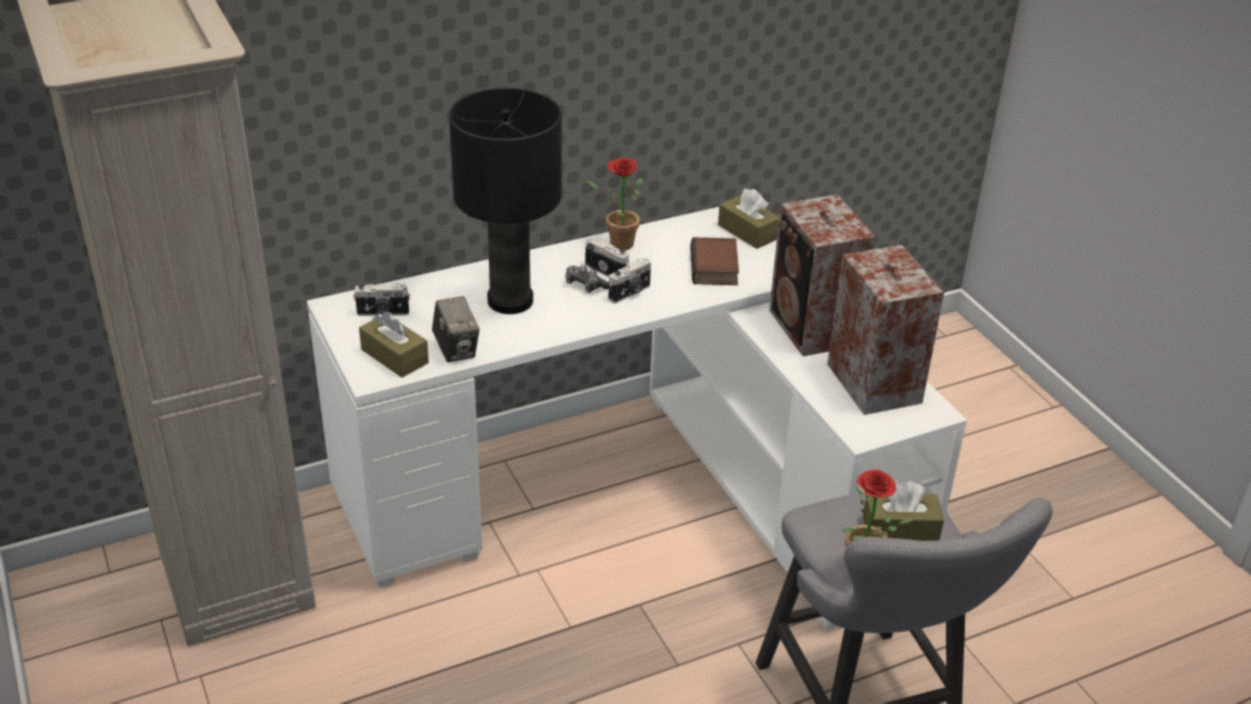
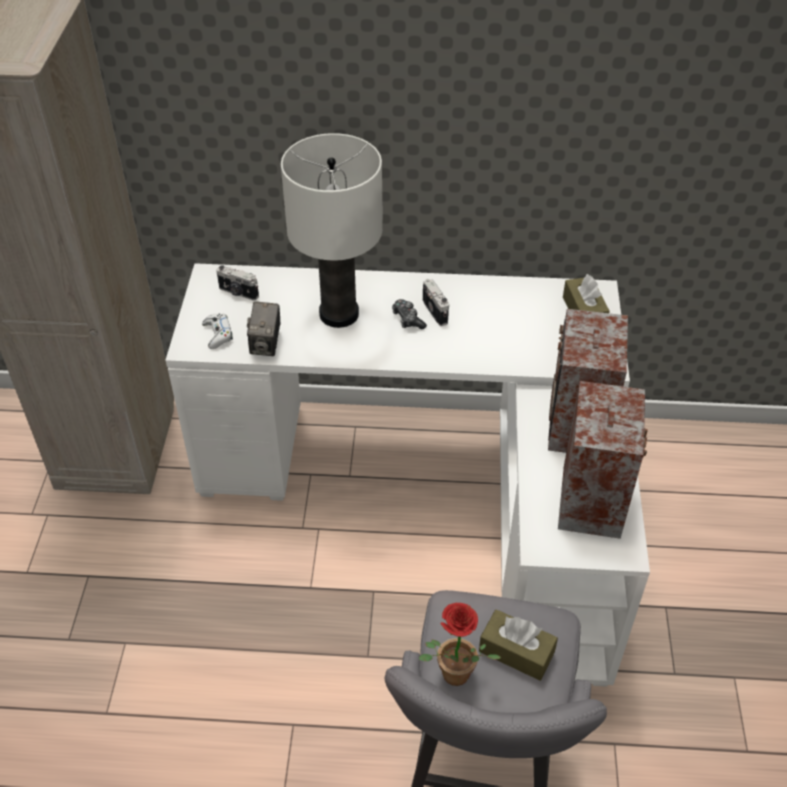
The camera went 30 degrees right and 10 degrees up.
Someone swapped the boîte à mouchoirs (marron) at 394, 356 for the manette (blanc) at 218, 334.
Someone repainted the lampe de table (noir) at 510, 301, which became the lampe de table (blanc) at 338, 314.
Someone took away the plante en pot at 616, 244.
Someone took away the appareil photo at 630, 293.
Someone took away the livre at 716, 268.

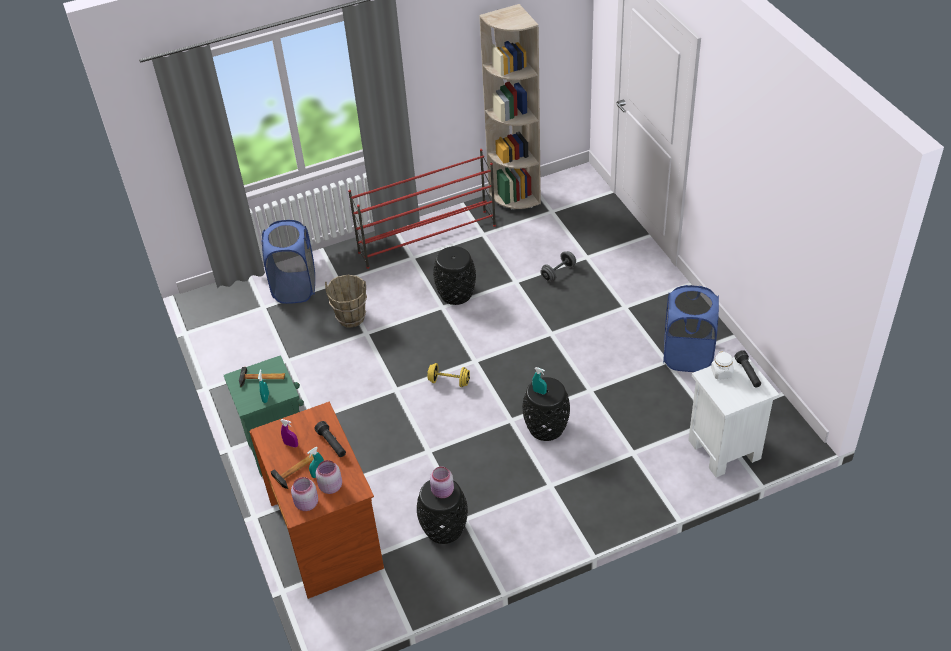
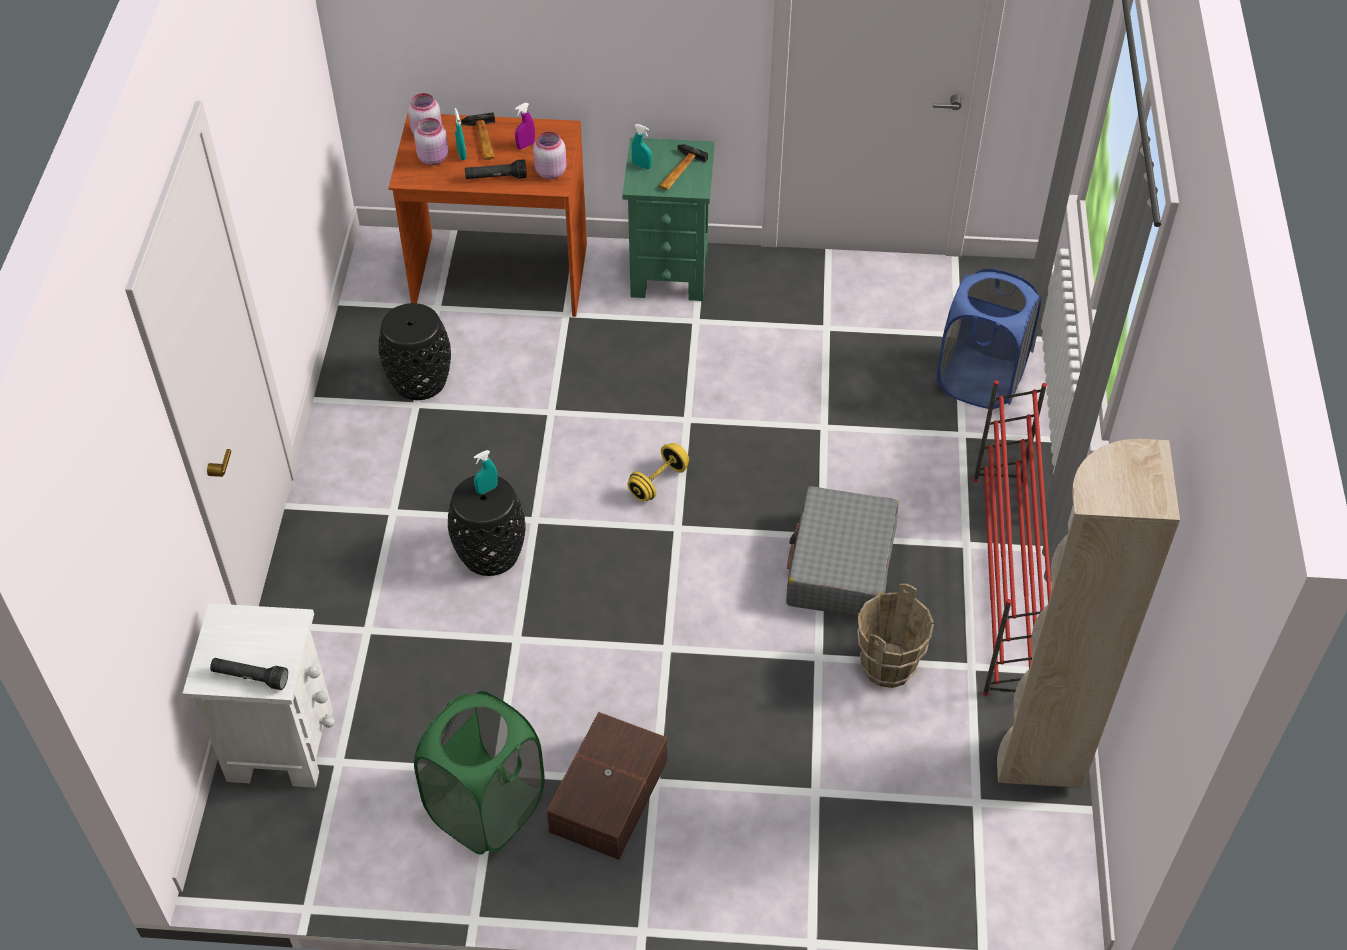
The camera went 115 degrees right and 5 degrees up.
Someone repainted the panier à linge (bleu) at 687, 355, which became the panier à linge (vert) at 486, 809.
Someone carried the bocal (rose) from 443, 492 to 549, 172.
Someone put down the boîte de rangement (marron) at 606, 796.
Someone swapped the tabouret (noir) at 456, 294 for the valise (gris) at 840, 566.
Someone carried the seau (marron) from 351, 317 to 888, 666.
Someone took away the haltère (gris) at 558, 273.
Someone took away the bocal (blanc) at 722, 373.

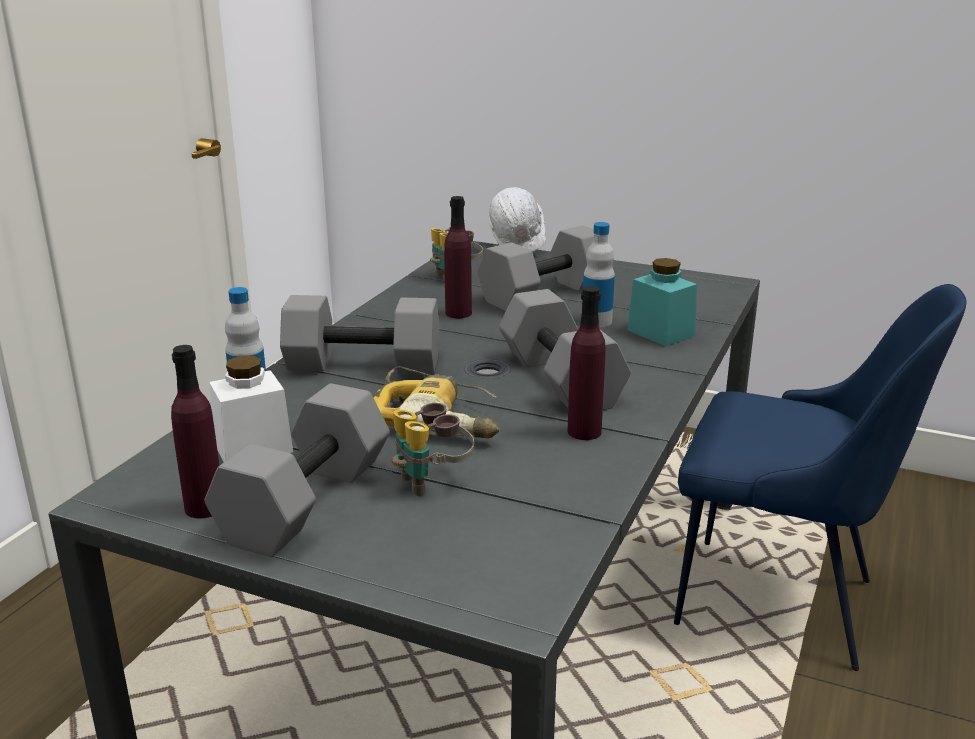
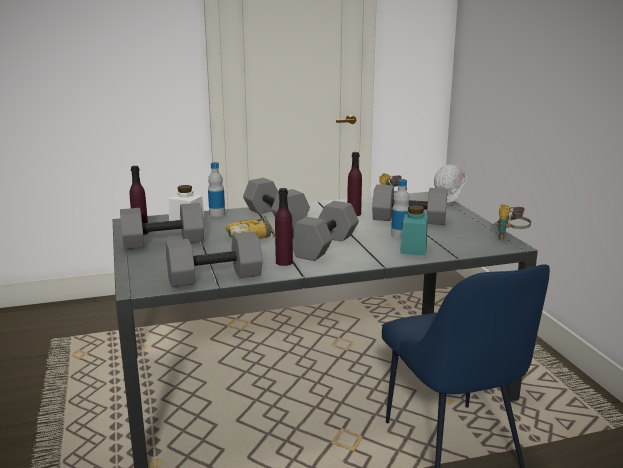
The camera went 50 degrees right and 5 degrees down.
Someone put down the haltère (gris) at 214, 277.
Someone carried the jumelles from 432, 481 to 510, 238.

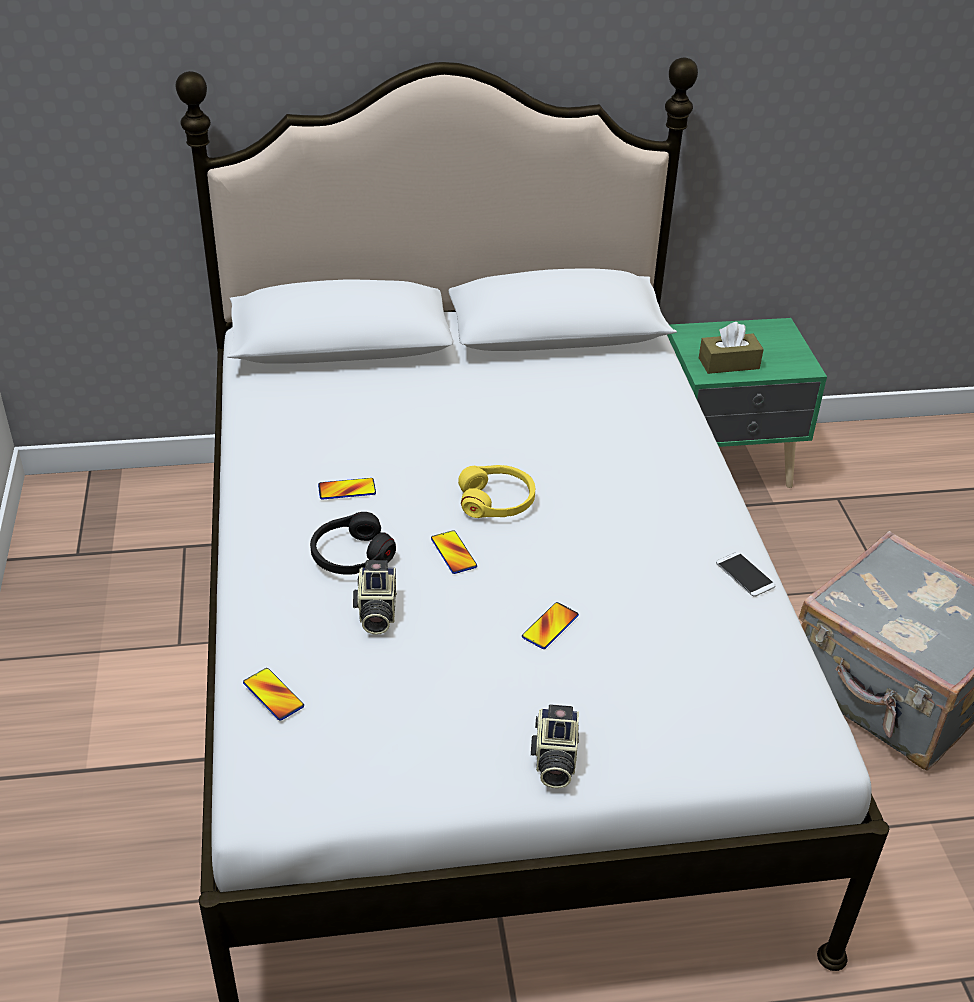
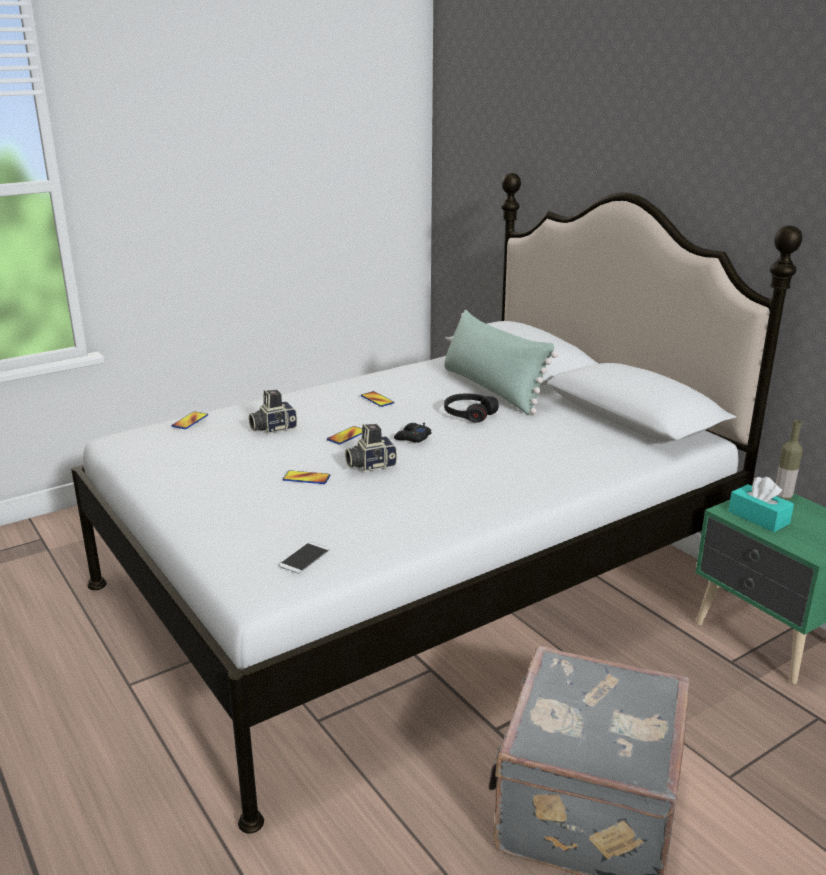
The camera went 65 degrees right and 15 degrees down.
Someone carried the téléphone from 745, 575 to 304, 558.
Someone carried the appareil photo from 553, 760 to 370, 464.
Someone swapped the casque audio (jaune) at 496, 501 for the manette (noir) at 412, 437.
Someone put down the coussin (vert) at 492, 389.
Someone carried the casque audio (noir) from 351, 555 to 469, 414.
Someone repainted the boîte à mouchoirs (marron) at 728, 363, which became the boîte à mouchoirs (turquoise) at 758, 517.
Someone put down the bouteille at 782, 497.

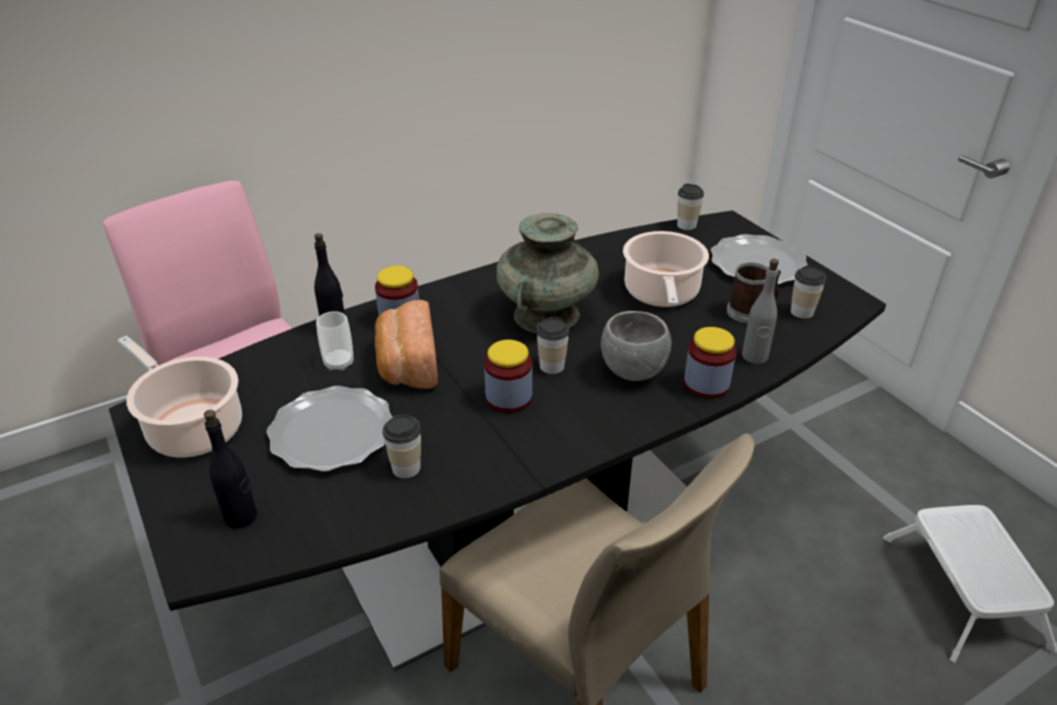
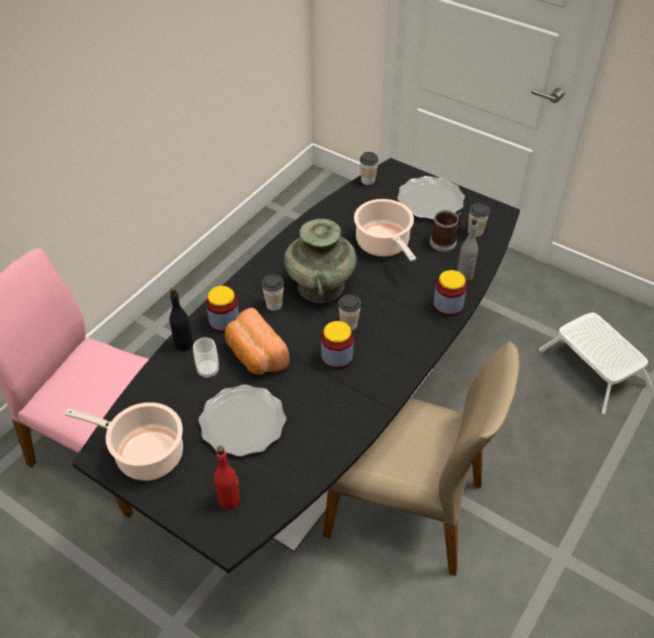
The camera went 25 degrees left and 10 degrees up.
Someone repainted the bouteille (noir) at 241, 516, which became the bouteille (rouge) at 229, 500.
Someone carried the tasse from 406, 468 to 274, 304.
Someone took away the bol (gris) at 632, 371.

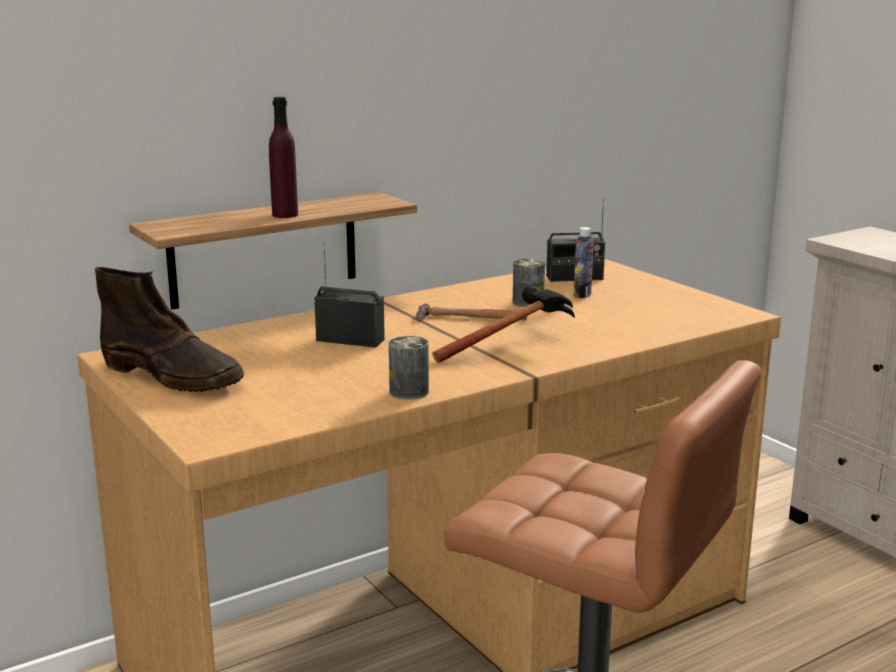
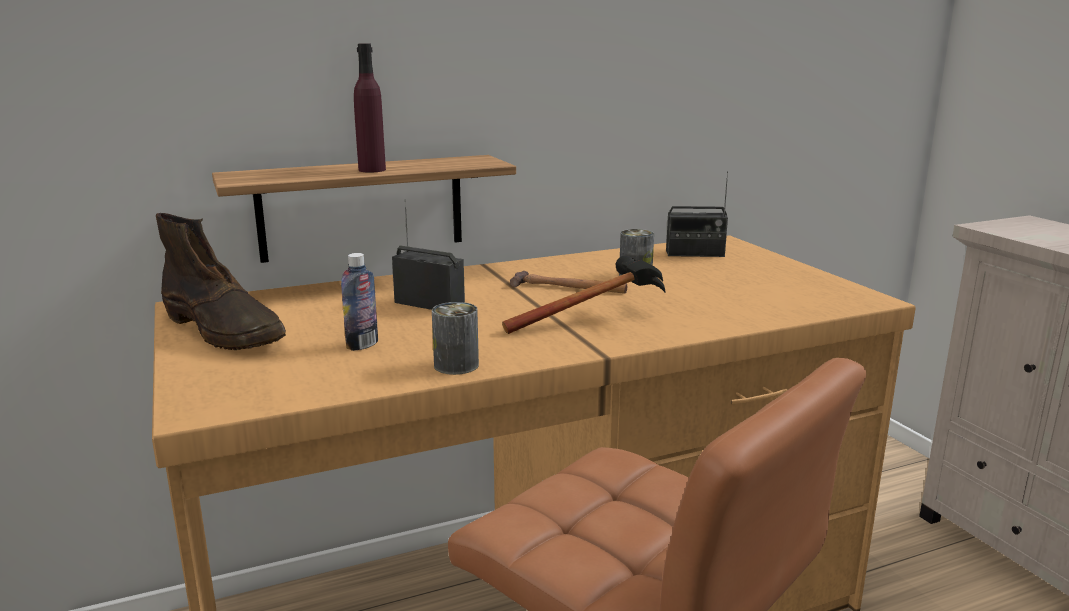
The camera went 10 degrees right and 0 degrees up.
Someone carried the bouteille from 582, 295 to 362, 345.

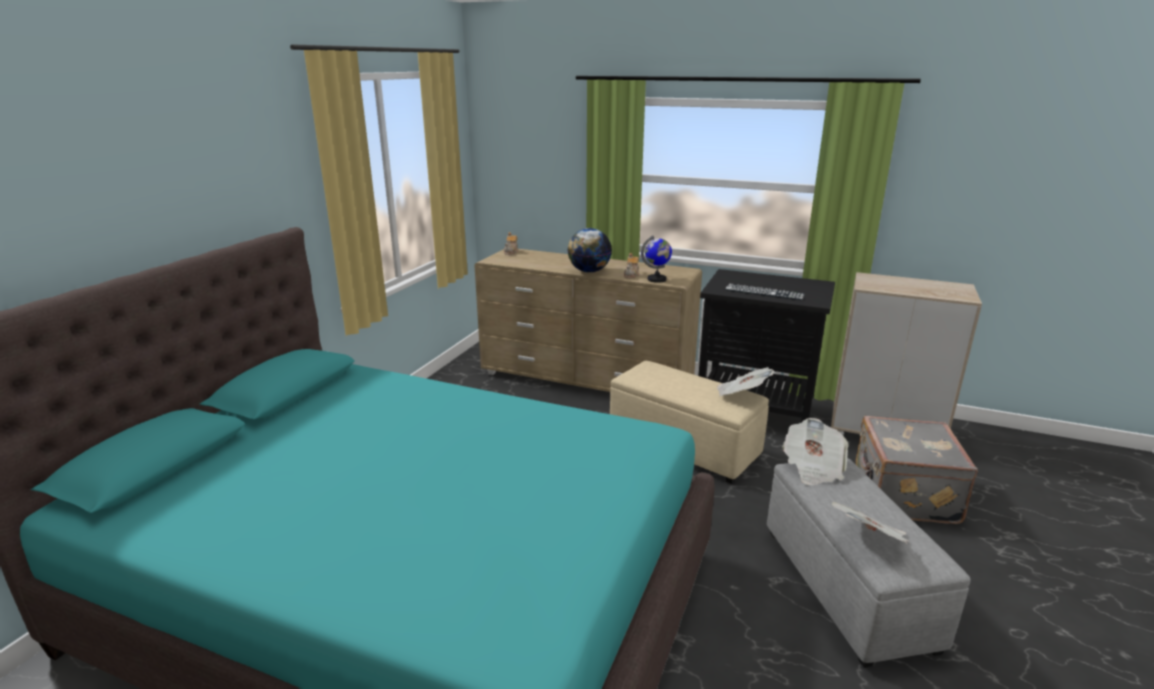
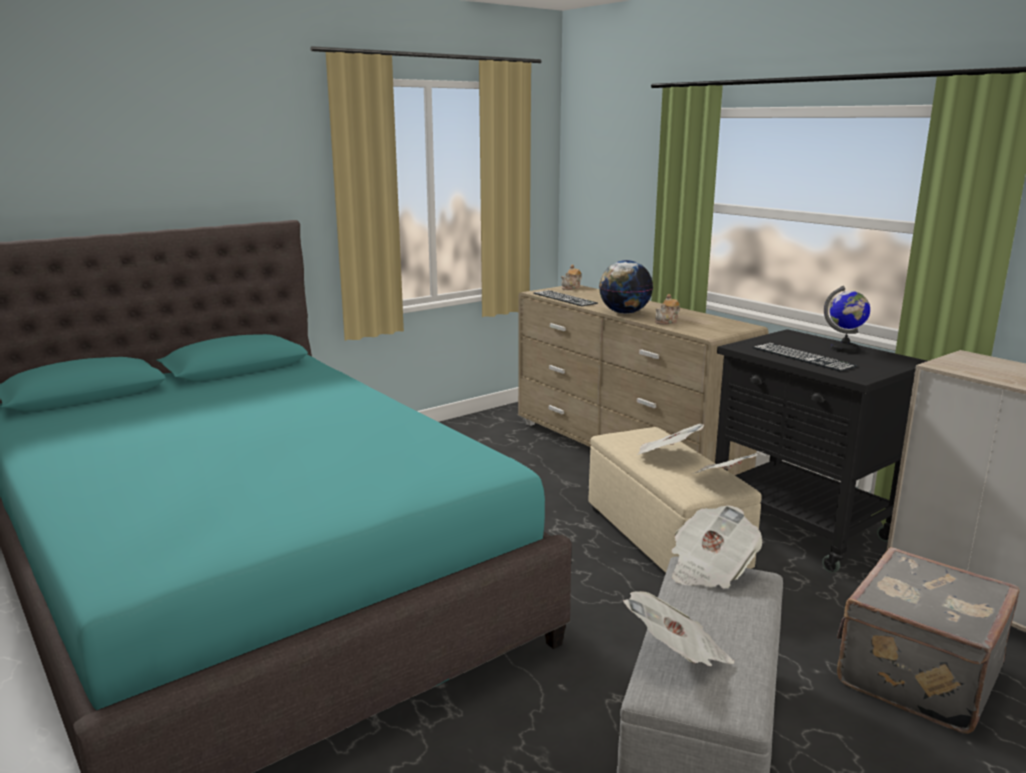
The camera went 30 degrees right and 5 degrees down.
Someone put down the clavier at 564, 298.
Someone put down the journal at 667, 456.
Someone carried the globe from 657, 279 to 844, 349.

